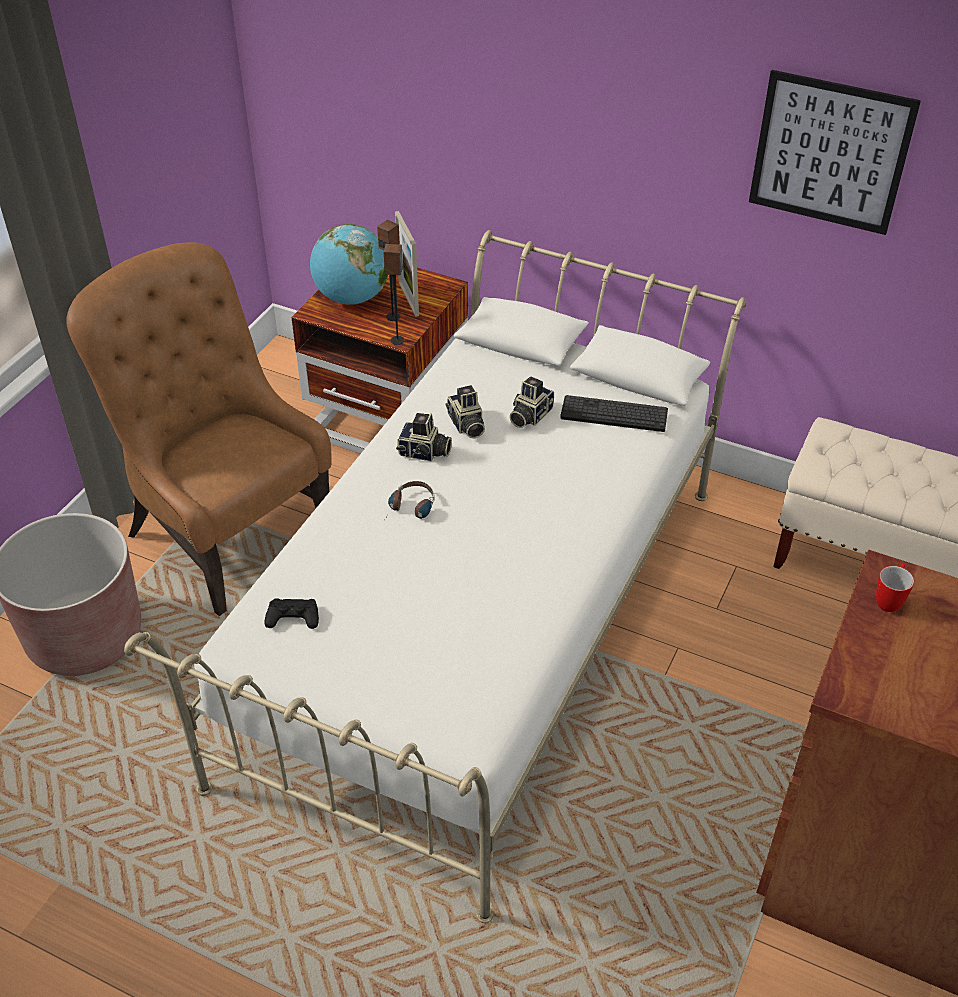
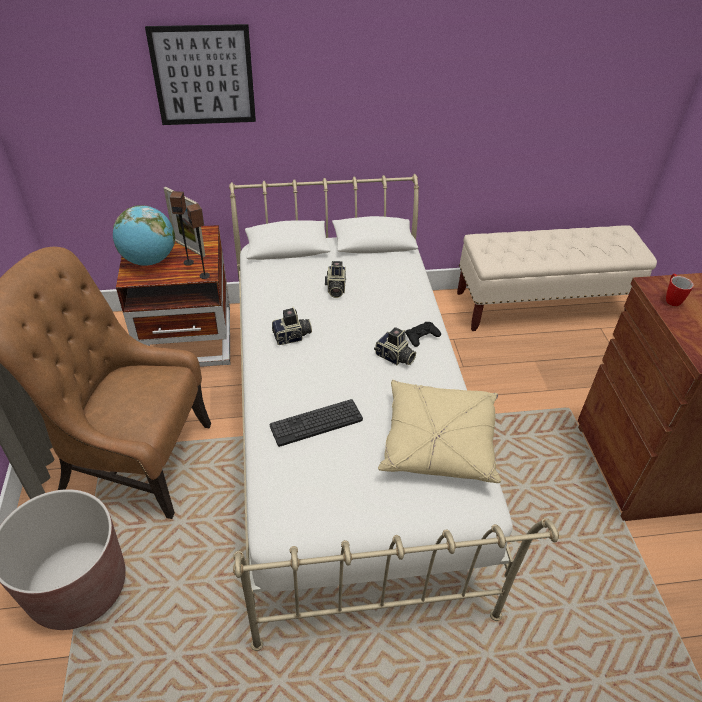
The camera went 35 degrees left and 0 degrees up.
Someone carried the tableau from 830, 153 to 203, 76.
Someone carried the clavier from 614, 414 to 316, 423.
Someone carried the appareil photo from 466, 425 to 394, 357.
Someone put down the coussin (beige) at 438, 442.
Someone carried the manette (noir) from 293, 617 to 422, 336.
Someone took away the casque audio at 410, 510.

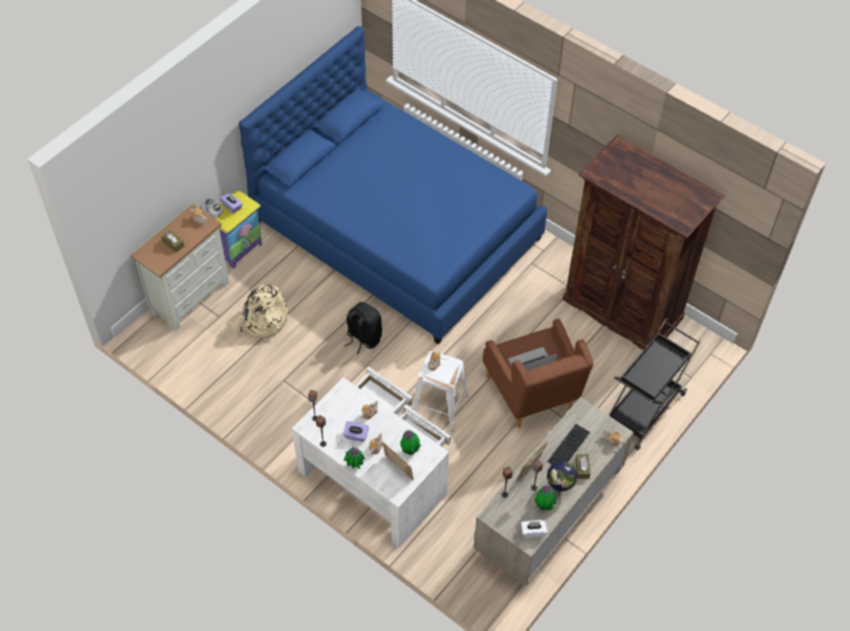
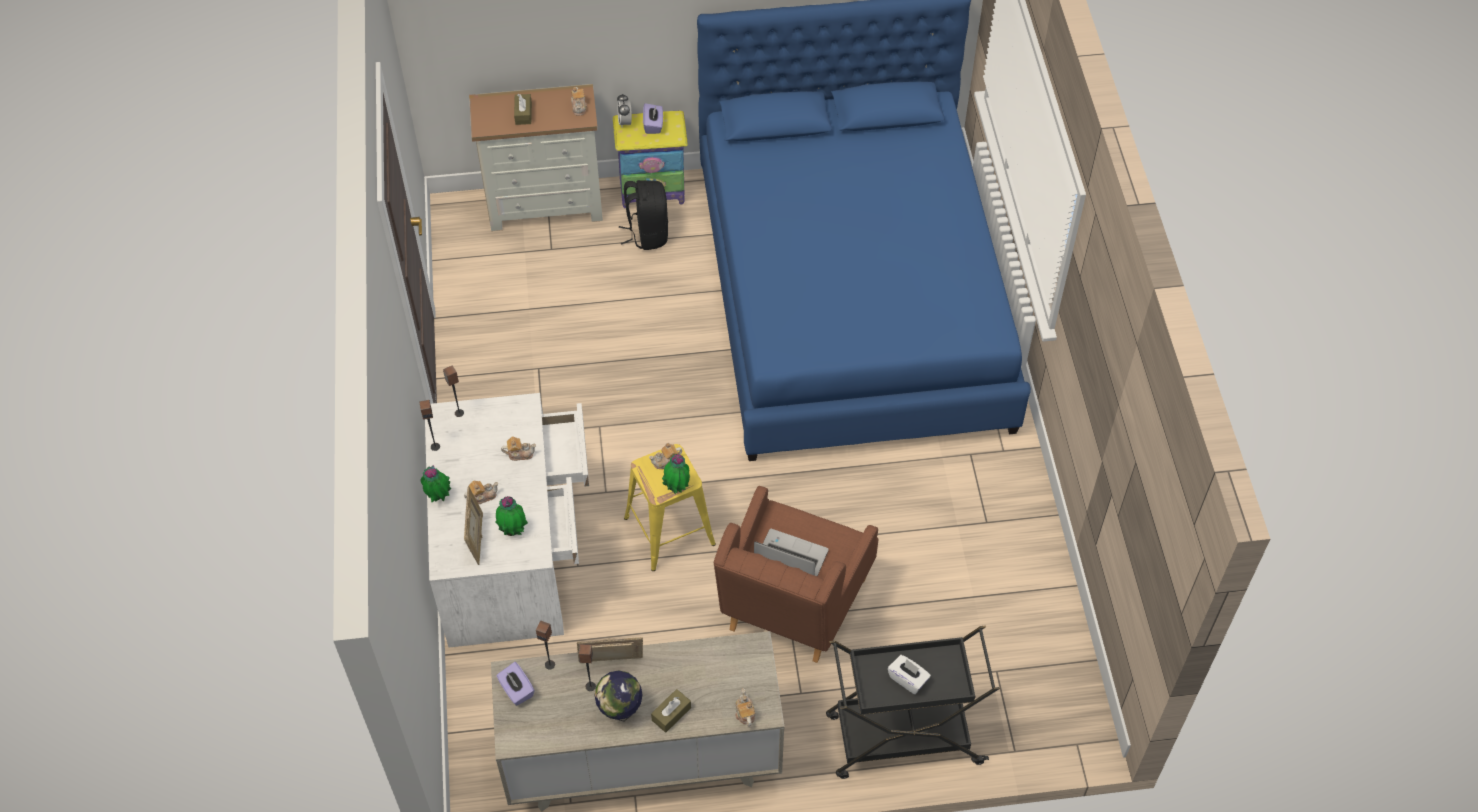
The camera went 45 degrees right and 0 degrees up.
Someone carried the boîte à mouchoirs (violet) from 356, 435 to 516, 690.
Someone carried the sac à dos (noir) from 363, 338 to 647, 233.
Someone repainted the tabouret (blanc) at 439, 405, which became the tabouret (jaune) at 670, 530.
Someone carried the plante en pot from 544, 506 to 677, 488.
Someone carried the boîte à mouchoirs (blanc) from 533, 532 to 908, 679.
Someone took away the sac à dos (beige) at 262, 322.
Someone took away the clavier at 569, 448.
Someone took away the armoire (marron) at 622, 309.

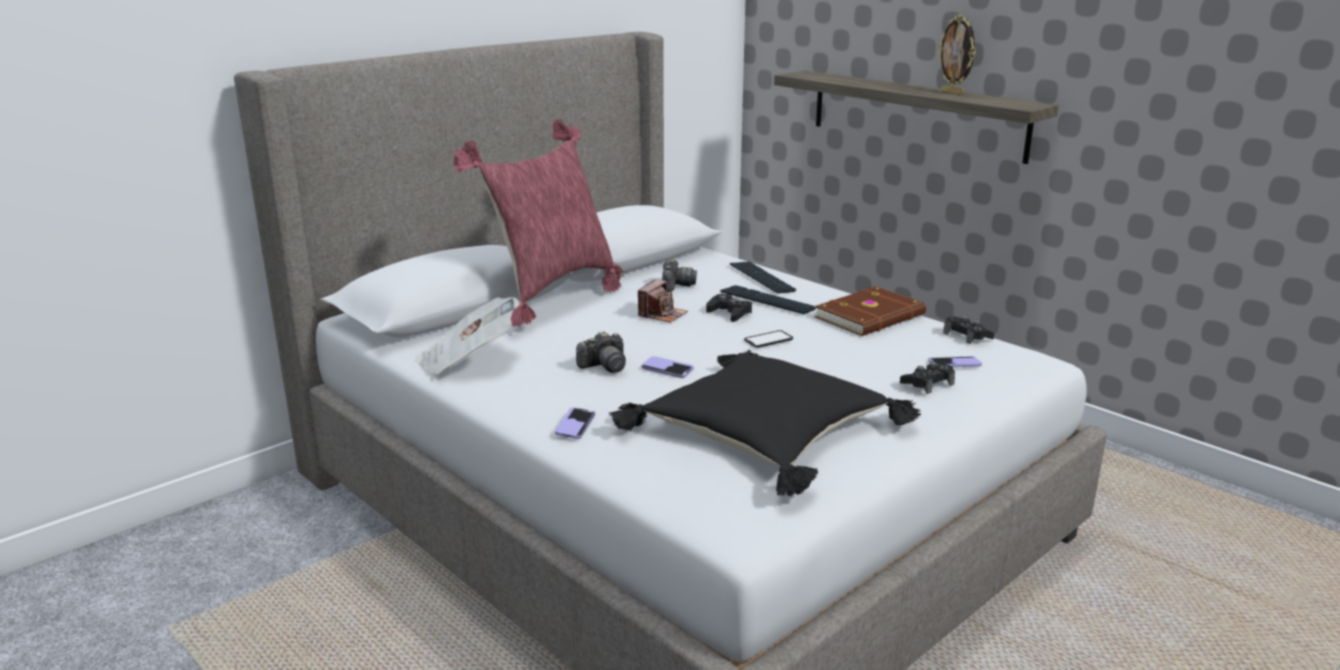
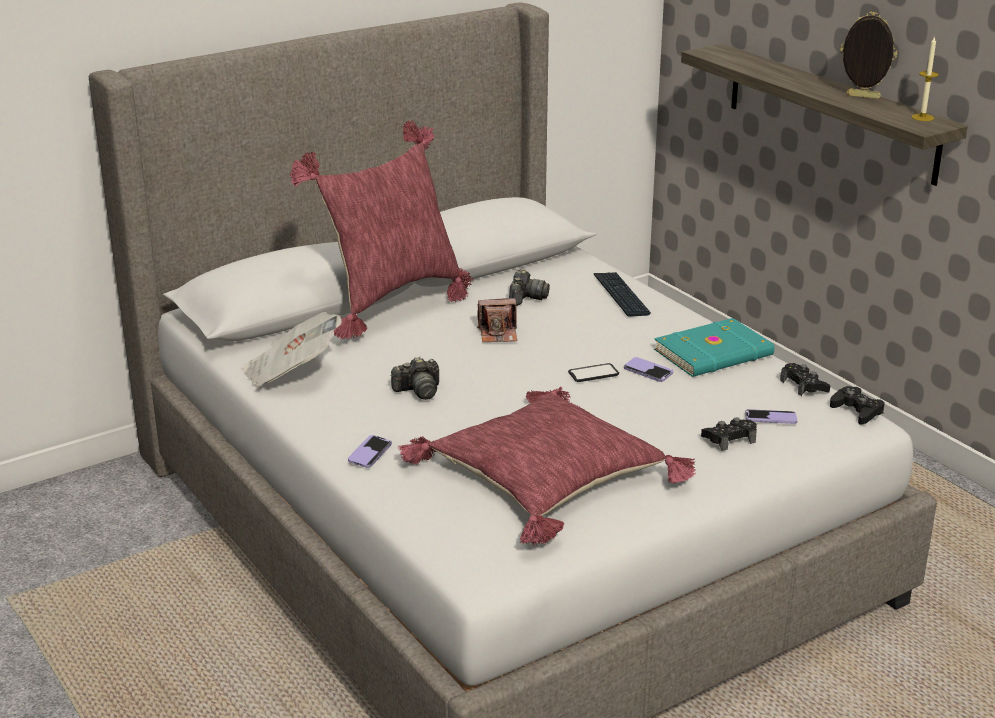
The camera went 10 degrees right and 5 degrees up.
Someone repainted the coussin (noir) at 764, 427, which became the coussin (rouge) at 545, 472.
Someone rotated the appareil photo at 662, 314 by 45 degrees clockwise.
Someone carried the téléphone from 667, 369 to 648, 371.
Someone repainted the livre (marron) at 871, 316, which became the livre (turquoise) at 715, 353.
Someone carried the manette (noir) from 729, 313 to 857, 411.
Someone rotated the cadre photo at 953, 92 by 135 degrees clockwise.
Someone put down the bougie at 922, 117.
Someone took away the clavier at 767, 301.

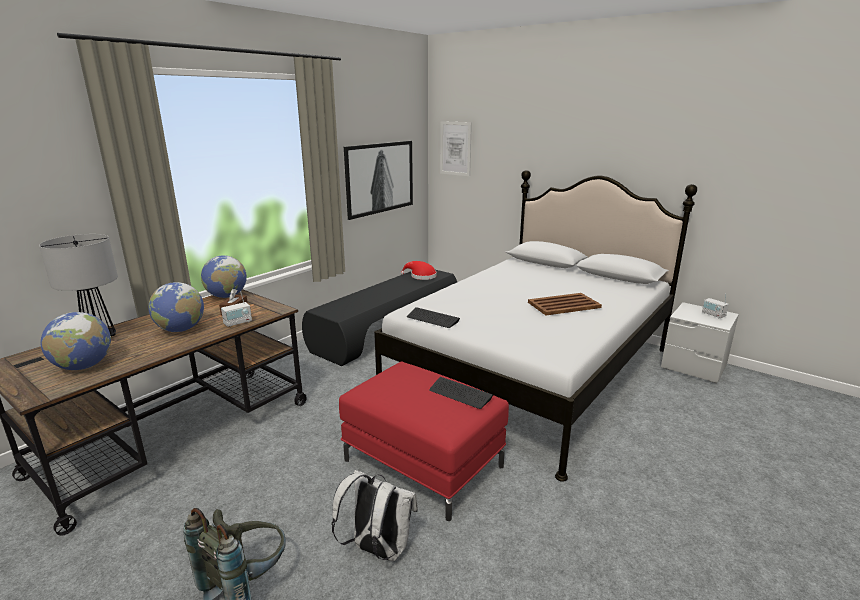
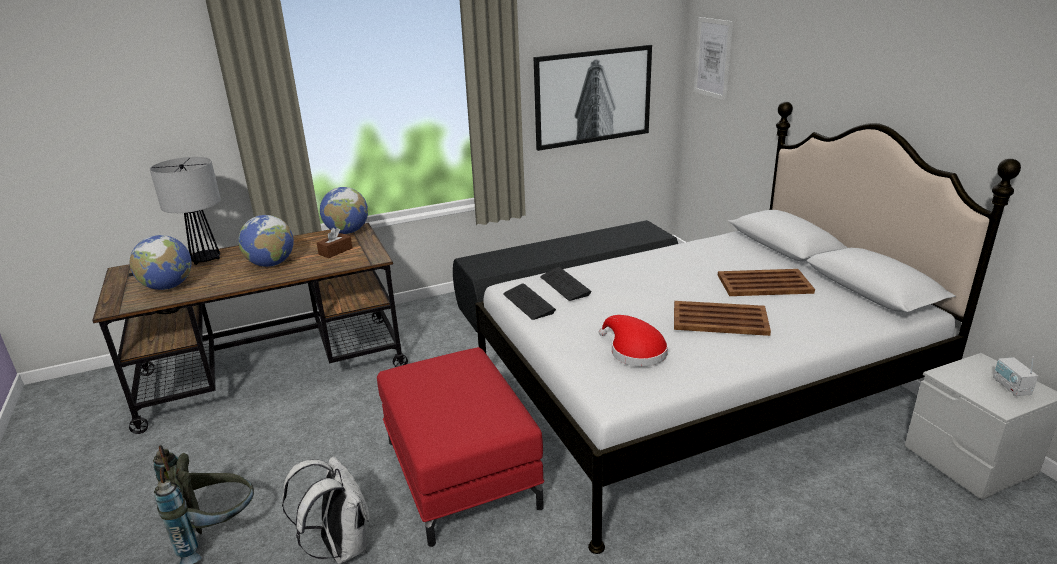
The camera went 30 degrees right and 5 degrees up.
Someone carried the clavier from 460, 394 to 565, 285.
Someone carried the chapeau (rouge) from 421, 276 to 634, 351.
Someone put down the plateau (marron) at 763, 284.
Someone took away the radio at 238, 323.

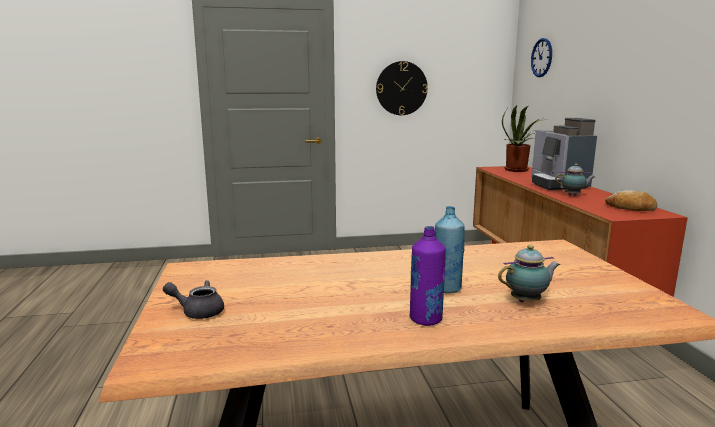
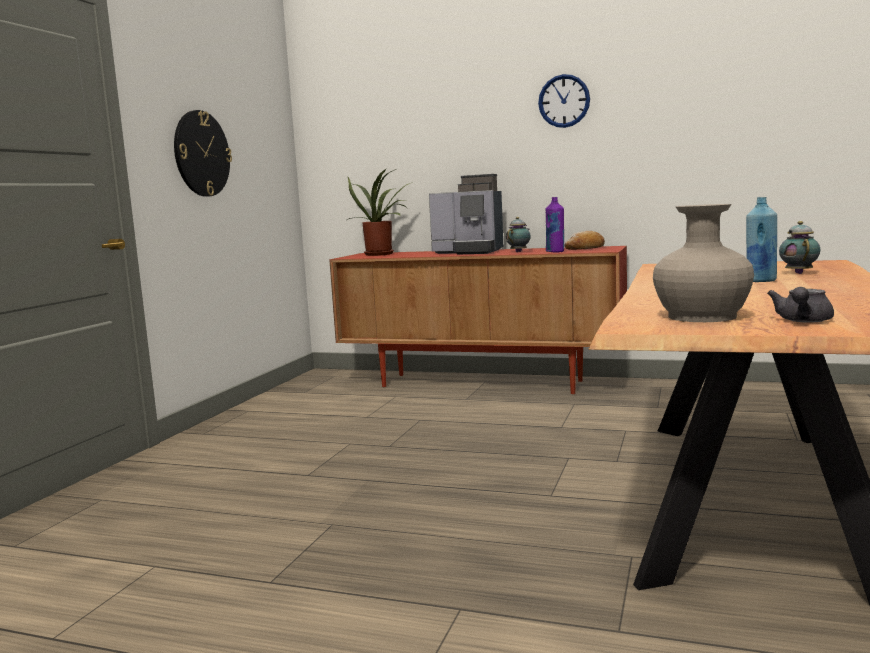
The camera went 60 degrees left and 5 degrees down.
Someone carried the horloge murale from 541, 57 to 564, 101.
Someone carried the bouteille (violet) from 425, 319 to 555, 252.
Someone put down the vase (beige) at 702, 316.

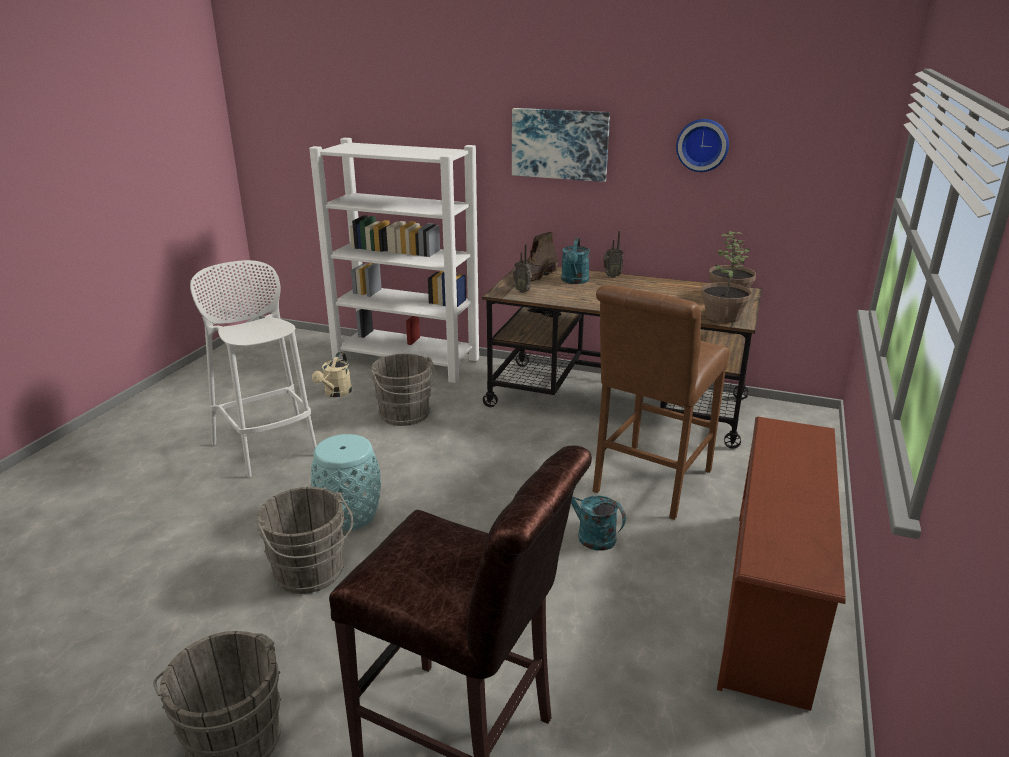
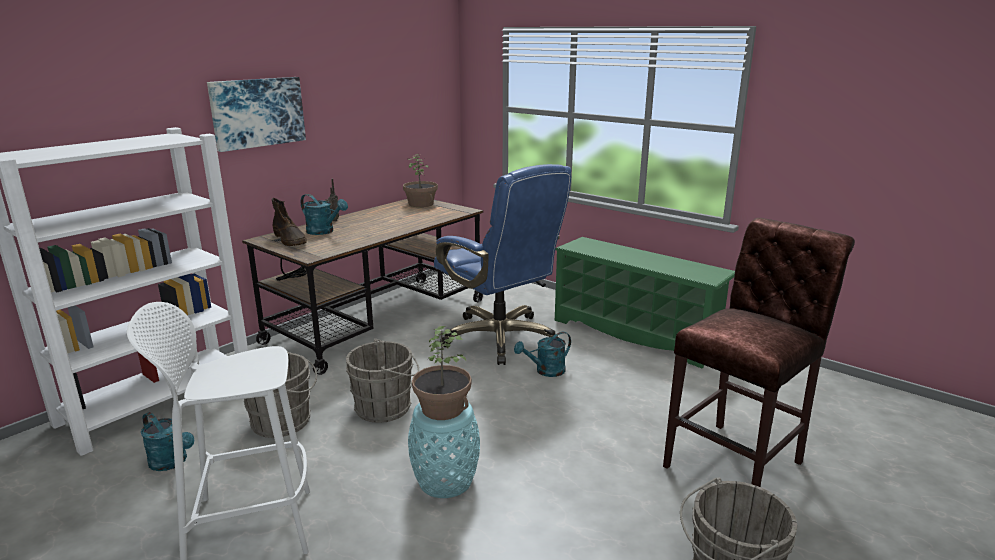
The camera went 70 degrees left and 5 degrees down.
Someone repainted the arrosoir (beige) at 336, 393, which became the arrosoir (turquoise) at 172, 462.
Someone carried the seau (gris) from 310, 573 to 387, 407.
Someone carried the plante en pot from 722, 316 to 442, 409.
Someone swapped the tabouret (marron) at 648, 484 for the chaise de bureau (bleu) at 499, 337.
Someone repainted the étagère à chaussures (marron) at 772, 600, which became the étagère à chaussures (vert) at 635, 334.
Someone took away the radio at 522, 291.
Someone took away the horloge murale at 702, 145.

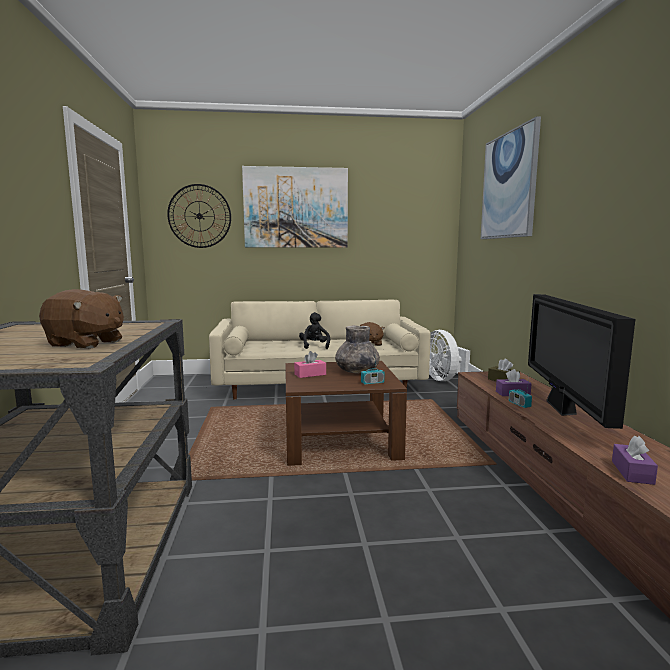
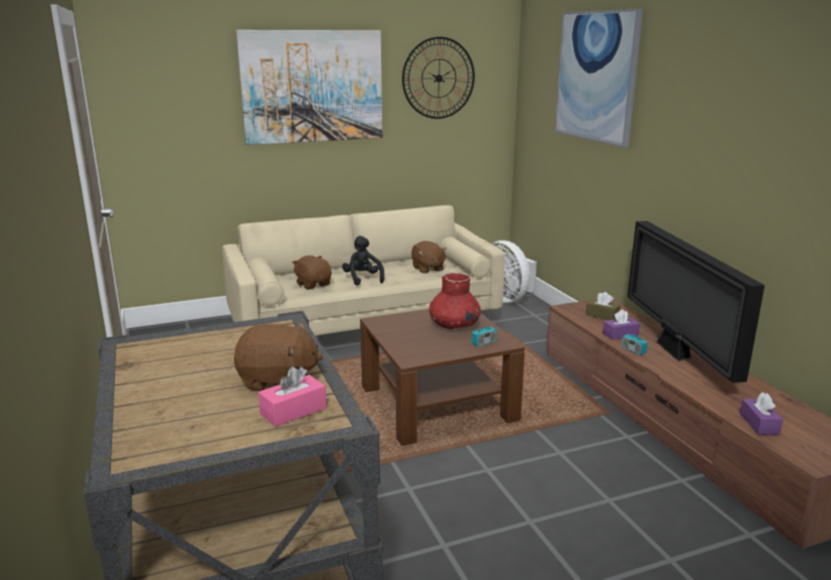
The camera went 15 degrees left and 10 degrees up.
Someone carried the boîte à mouchoirs (rose) from 310, 374 to 293, 411.
Someone put down the peluche (marron) at 313, 284.
Someone carried the horloge murale from 199, 216 to 438, 78.
Someone repainted the vase (gris) at 356, 371, which became the vase (rouge) at 454, 325.

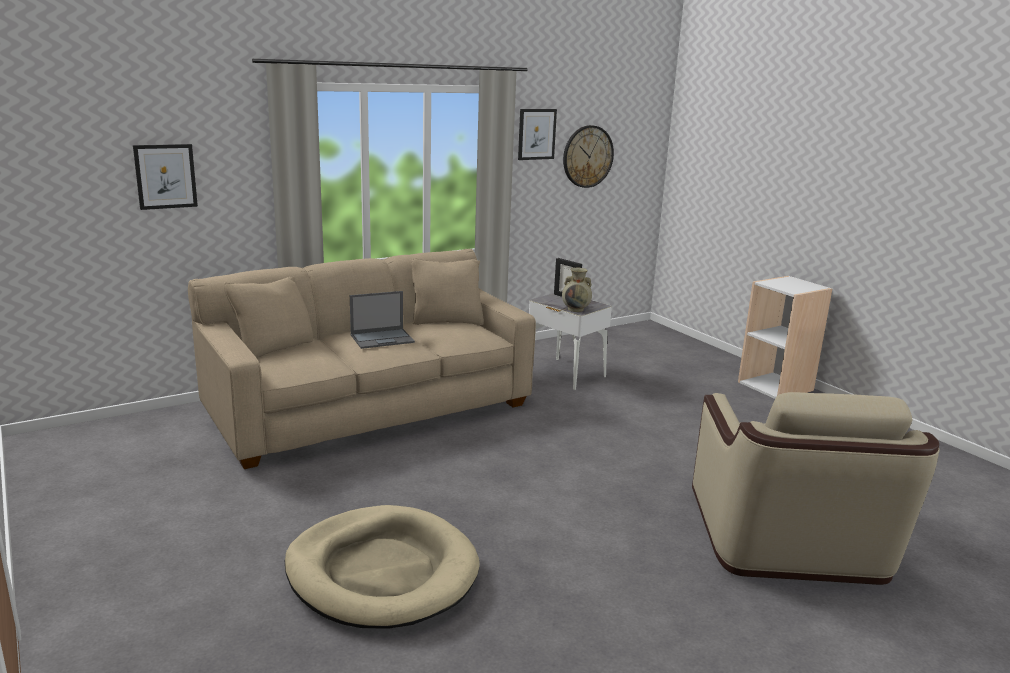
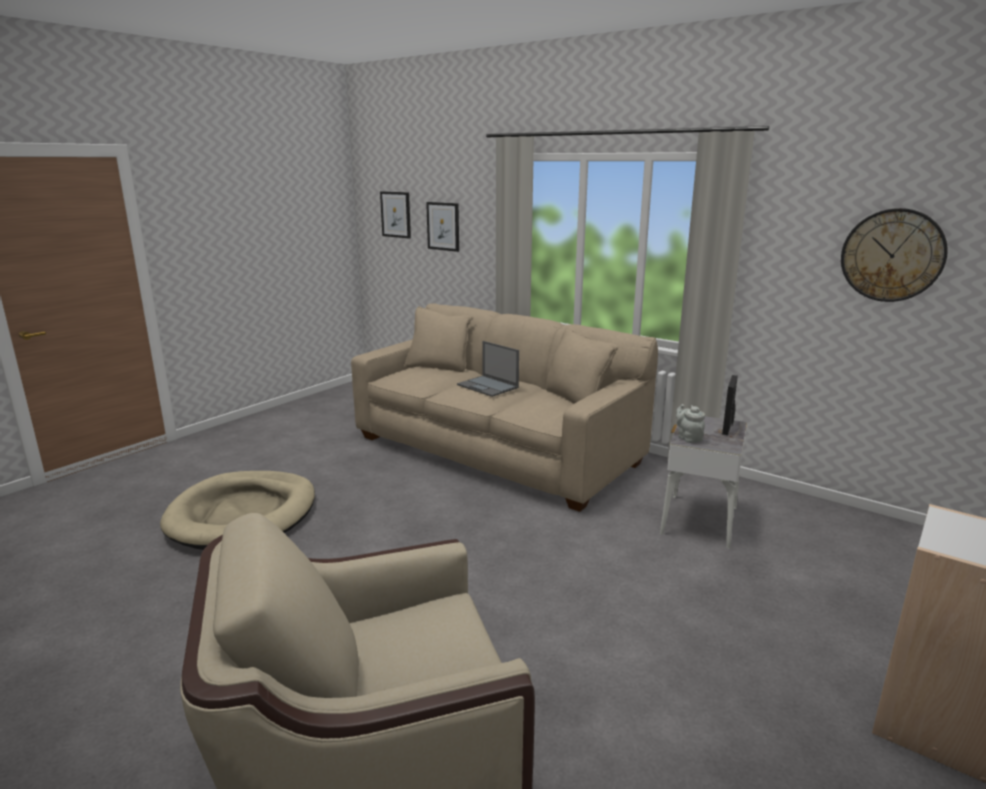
The camera went 70 degrees right and 0 degrees up.
Someone carried the tableau from 536, 134 to 396, 214.
Someone swapped the vase (beige) at 576, 309 for the théière (gris) at 688, 438.

